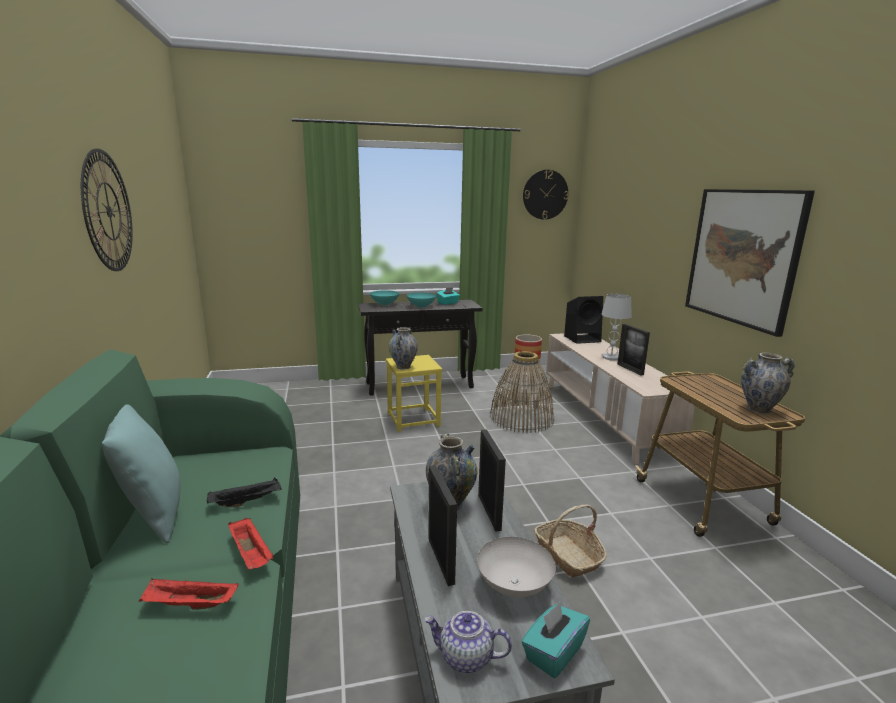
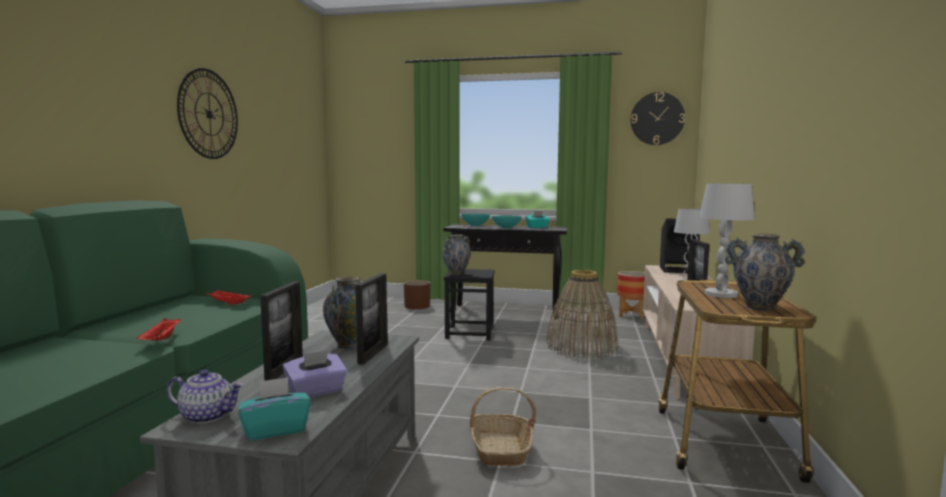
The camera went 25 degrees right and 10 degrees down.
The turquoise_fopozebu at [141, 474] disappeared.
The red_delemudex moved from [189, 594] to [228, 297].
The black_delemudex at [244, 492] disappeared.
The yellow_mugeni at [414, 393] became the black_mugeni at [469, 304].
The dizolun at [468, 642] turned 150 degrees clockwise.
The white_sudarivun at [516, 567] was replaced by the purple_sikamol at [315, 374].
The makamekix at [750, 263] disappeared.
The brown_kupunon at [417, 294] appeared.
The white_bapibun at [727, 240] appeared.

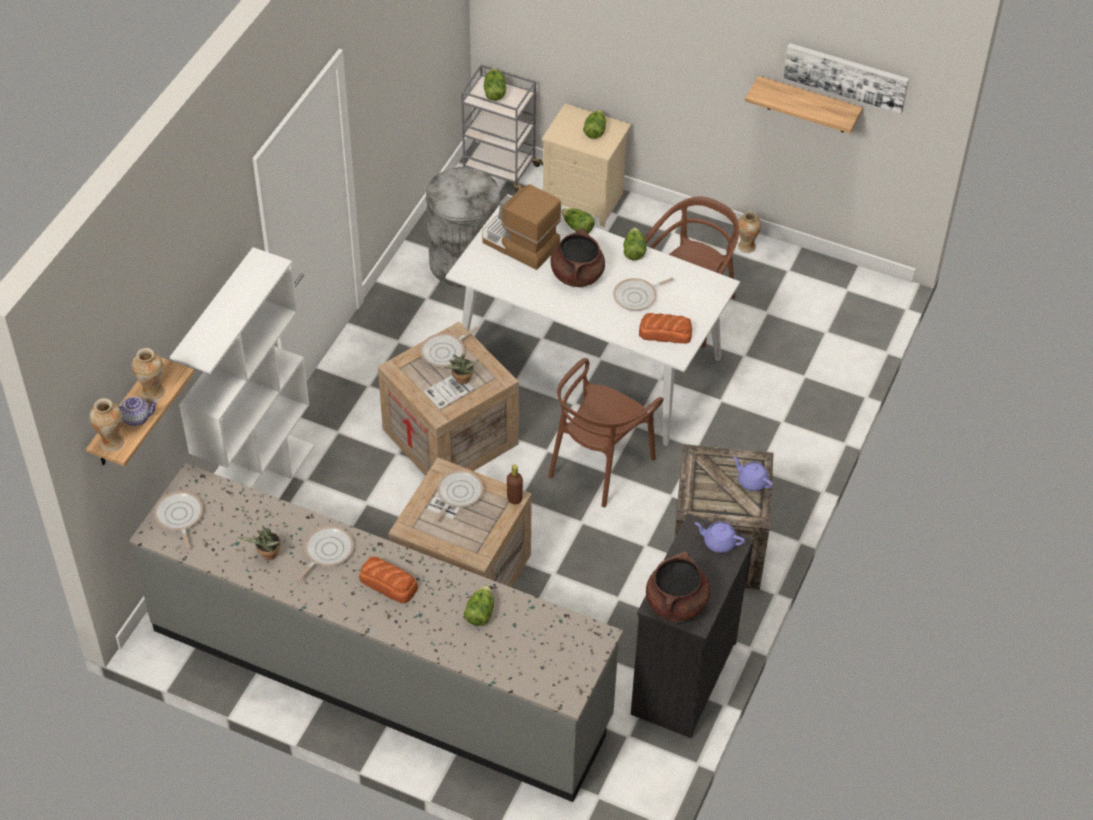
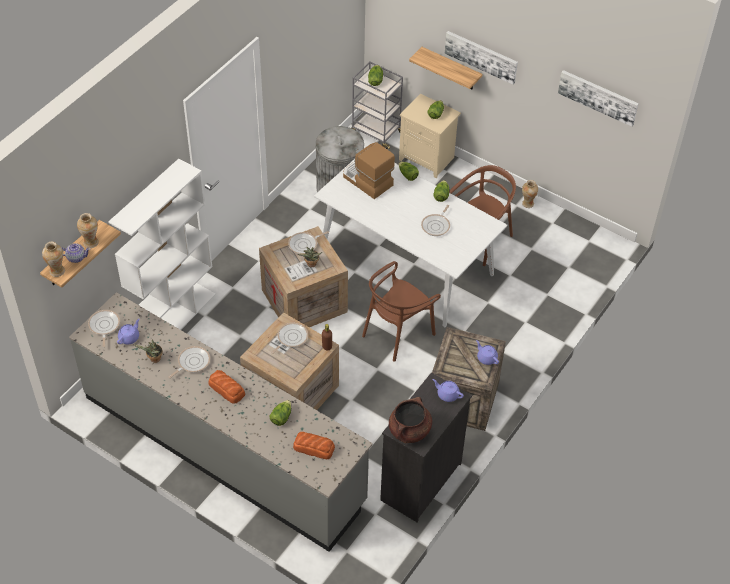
The camera went 10 degrees right and 0 degrees up.
The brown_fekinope at [578, 257] disappeared.
The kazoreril at [643, 294] turned 45 degrees counterclockwise.
The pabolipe moved from [665, 328] to [314, 445].
The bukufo moved from [804, 104] to [445, 68].
The purple_dizolun at [128, 331] appeared.
The makamekix at [481, 57] appeared.

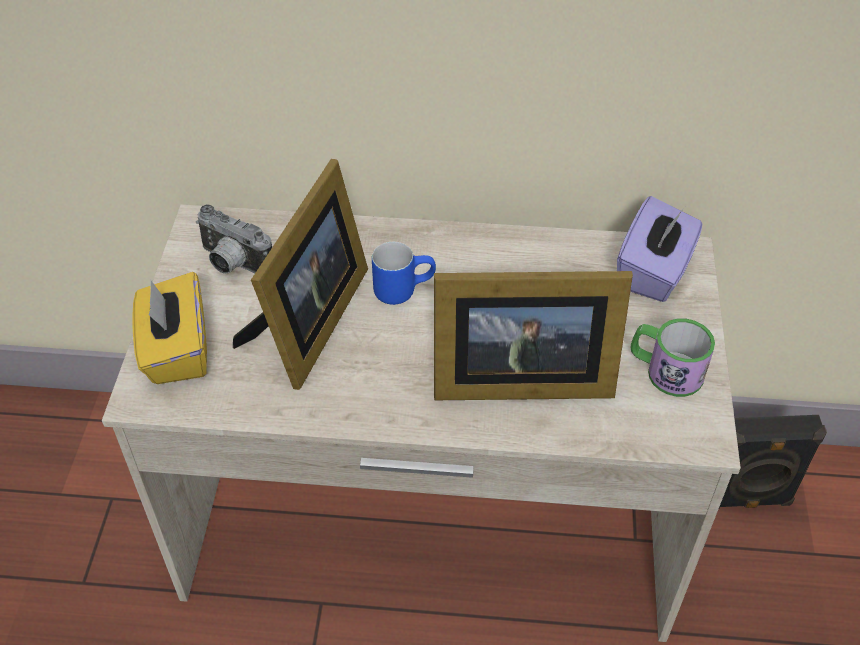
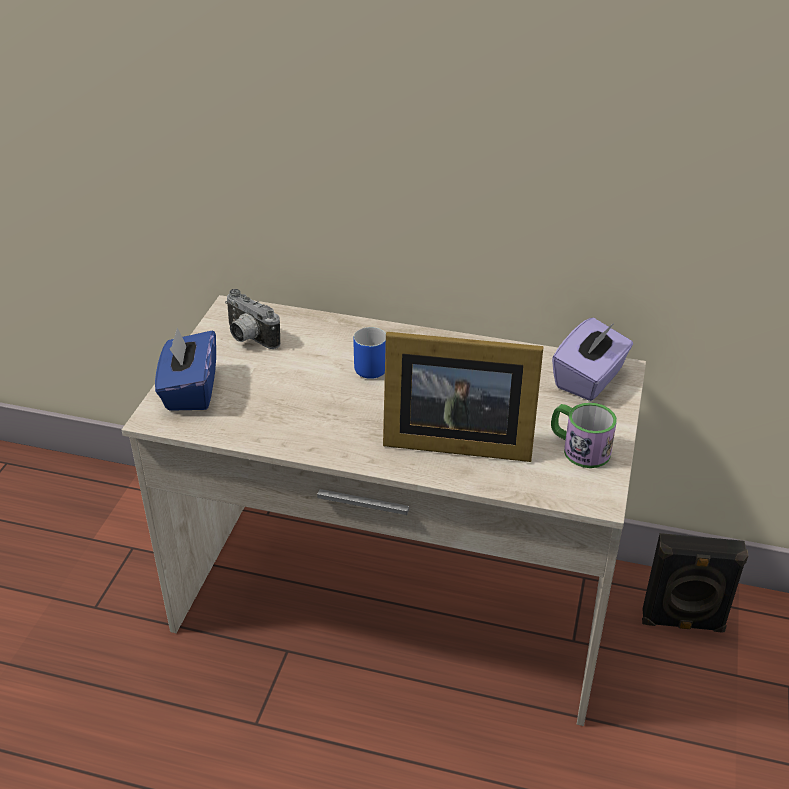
The camera went 10 degrees right and 10 degrees down.
The yellow_sikamol at [169, 328] became the blue_sikamol at [185, 369].
The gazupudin at [300, 274] disappeared.

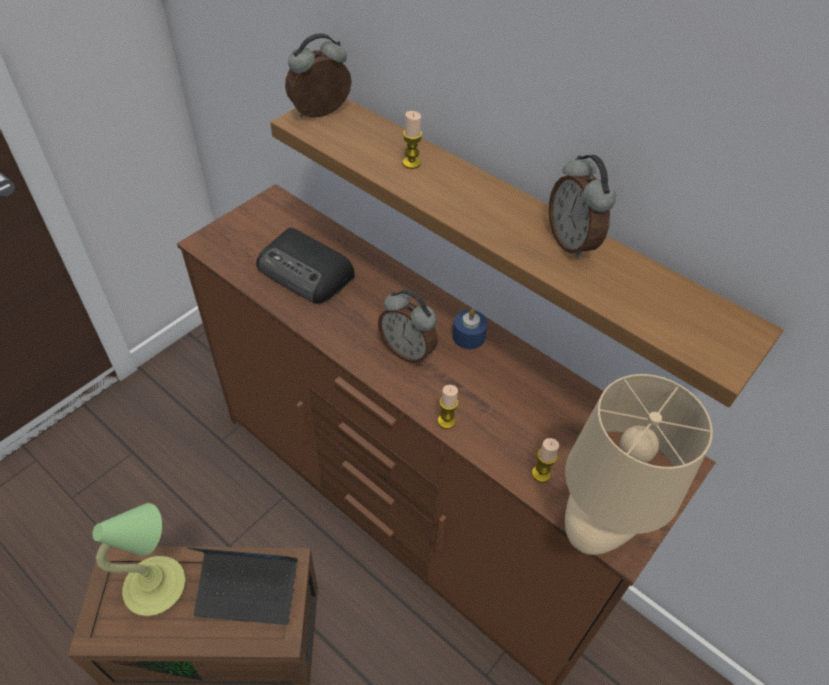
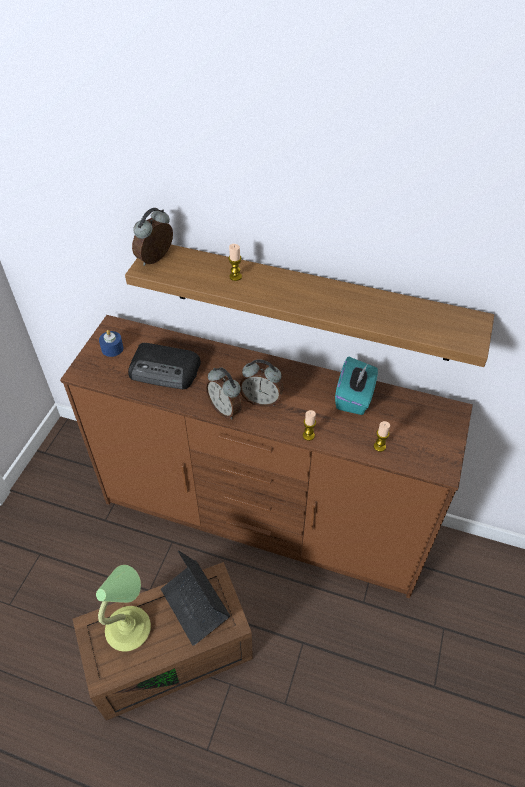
The camera went 20 degrees left and 0 degrees up.
The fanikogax at [242, 586] turned 75 degrees clockwise.
The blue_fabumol moved from [470, 329] to [111, 343].
The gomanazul moved from [582, 207] to [223, 393].
The beige_bapibun at [639, 464] disappeared.
The turquoise_sikamol at [356, 386] appeared.

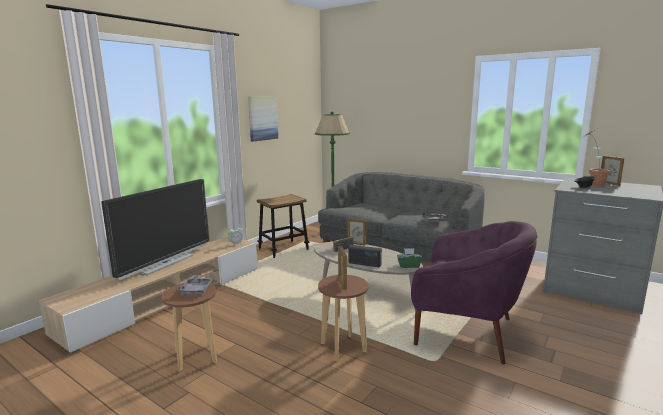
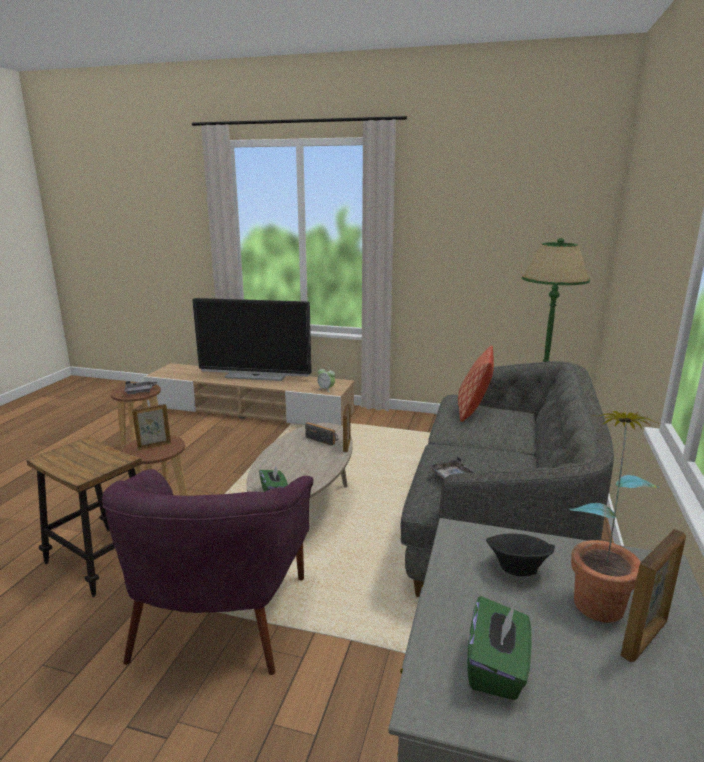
The camera went 70 degrees right and 5 degrees up.
The makamekix at [263, 118] disappeared.
The mugeni moved from [283, 226] to [84, 516].
The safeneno at [365, 256] disappeared.
The fopozebu at [476, 383] appeared.
The green_sikamol at [499, 648] appeared.

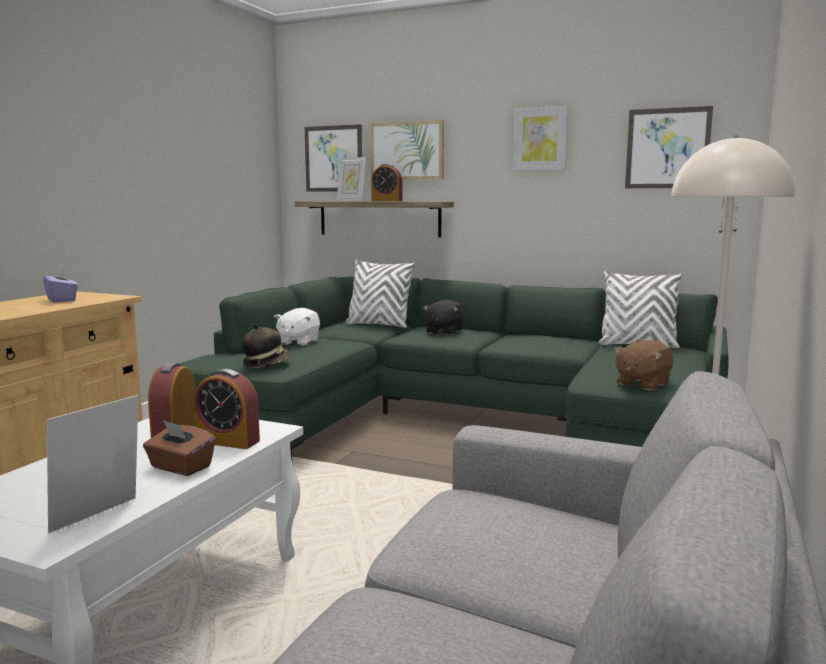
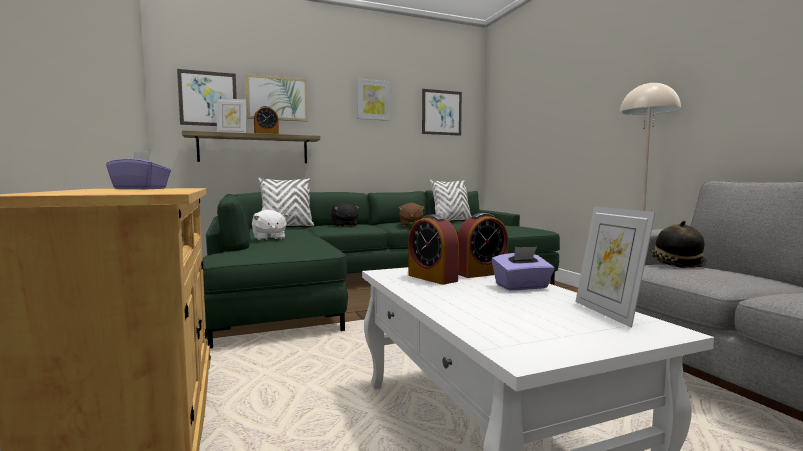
The camera went 45 degrees left and 5 degrees down.
The brown_sikamol at [179, 448] became the purple_sikamol at [523, 268].
The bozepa moved from [266, 346] to [678, 244].
The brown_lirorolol moved from [643, 365] to [412, 214].

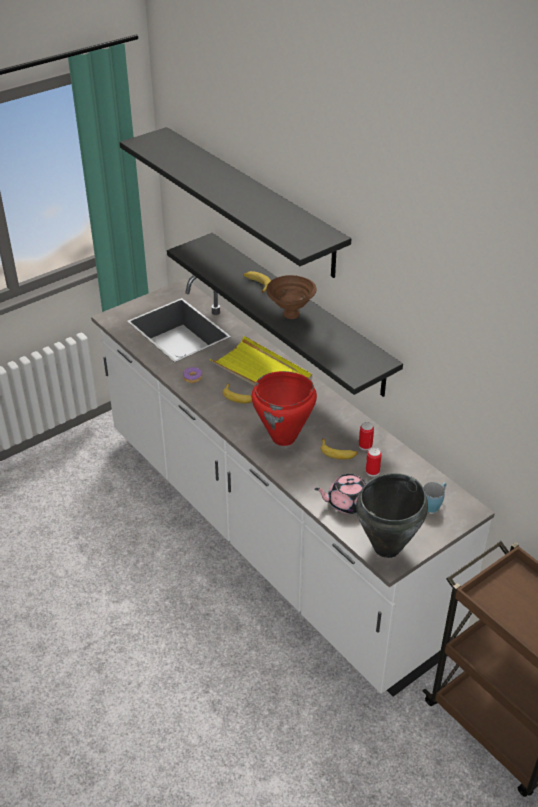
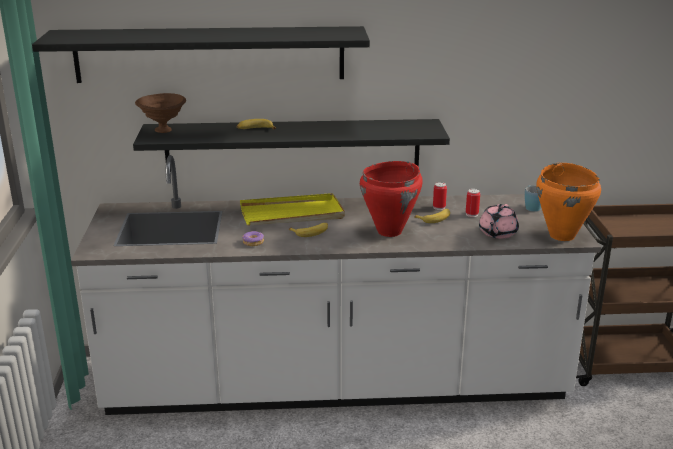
The camera went 55 degrees left and 15 degrees down.
The brown_sudarivun moved from [291, 297] to [160, 113].
The black_fekinope at [392, 515] became the orange_fekinope at [568, 202].

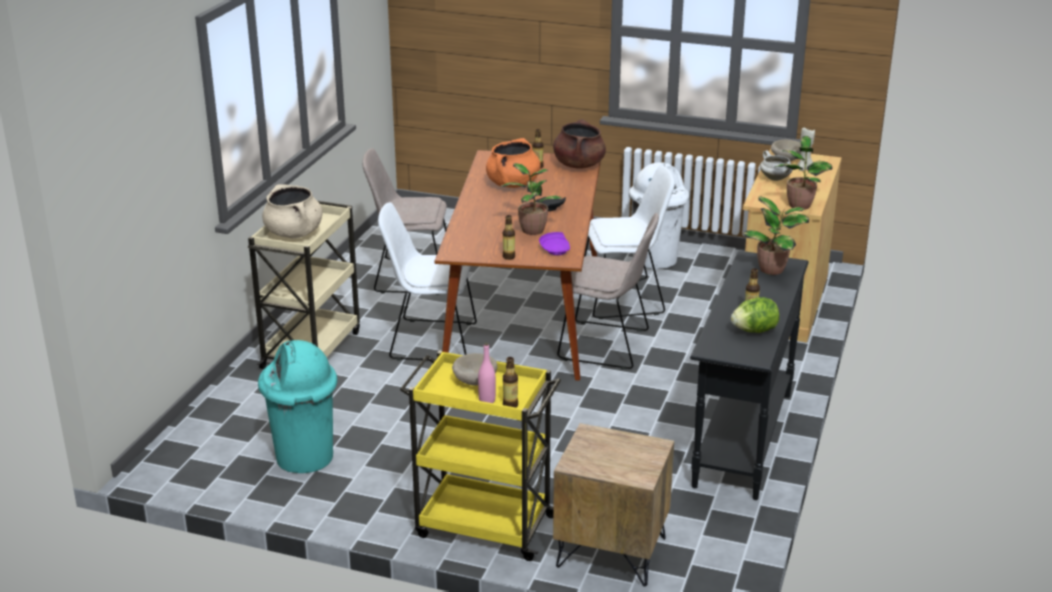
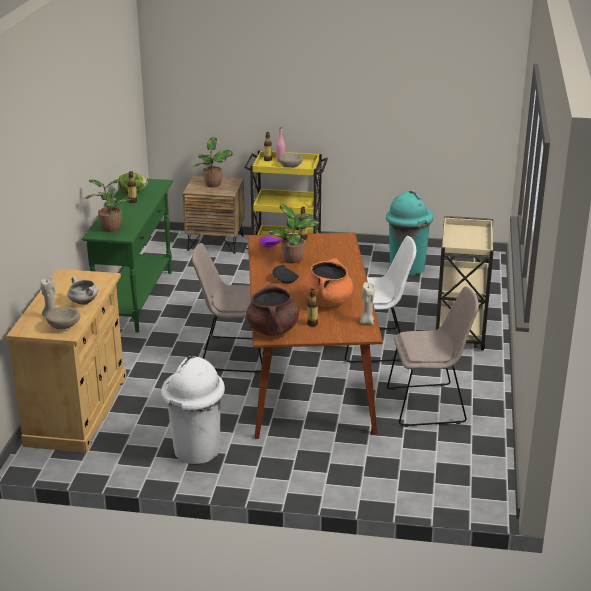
The camera went 170 degrees right and 0 degrees up.
The beige_fekinope at [292, 211] disappeared.
The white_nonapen at [629, 242] disappeared.
The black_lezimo at [749, 375] became the green_lezimo at [127, 256].
The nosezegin moved from [803, 173] to [212, 162].
The beige_fabumol at [367, 303] appeared.

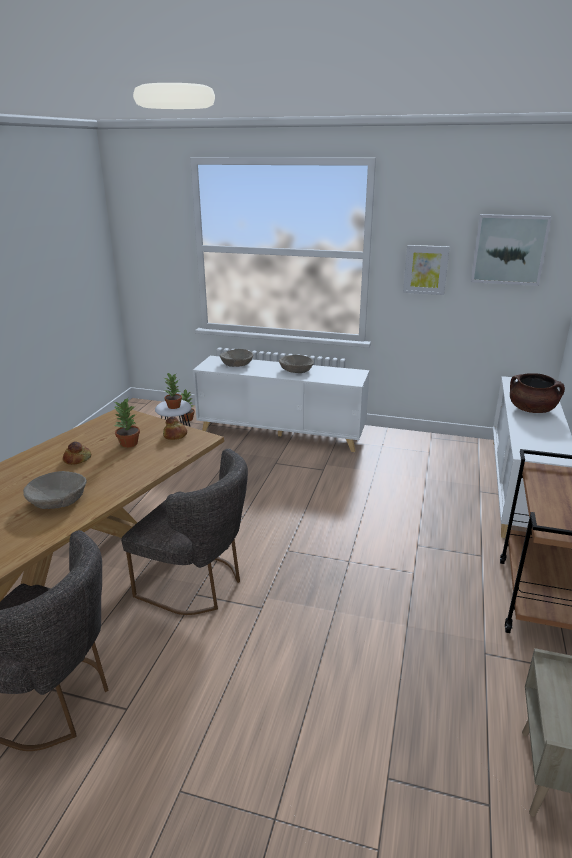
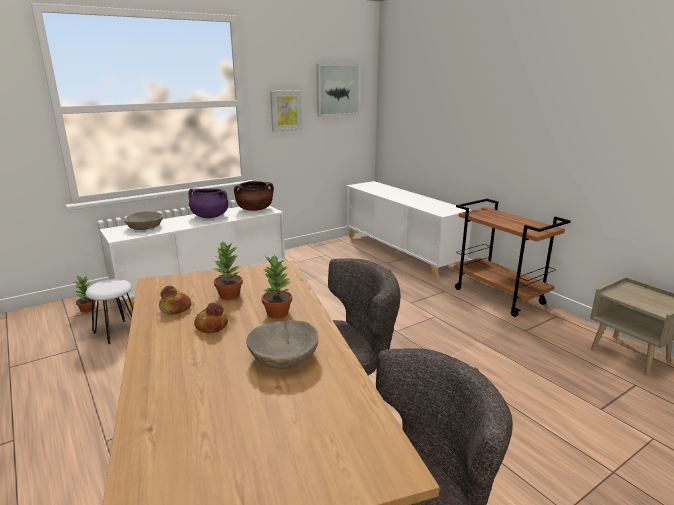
The camera went 50 degrees left and 5 degrees down.
The pabolipe moved from [175, 428] to [175, 300].
The nosezegin moved from [173, 391] to [277, 286].
The beige_sudarivun at [296, 364] was replaced by the purple_fekinope at [209, 203].
The brown_fekinope moved from [537, 393] to [254, 196].

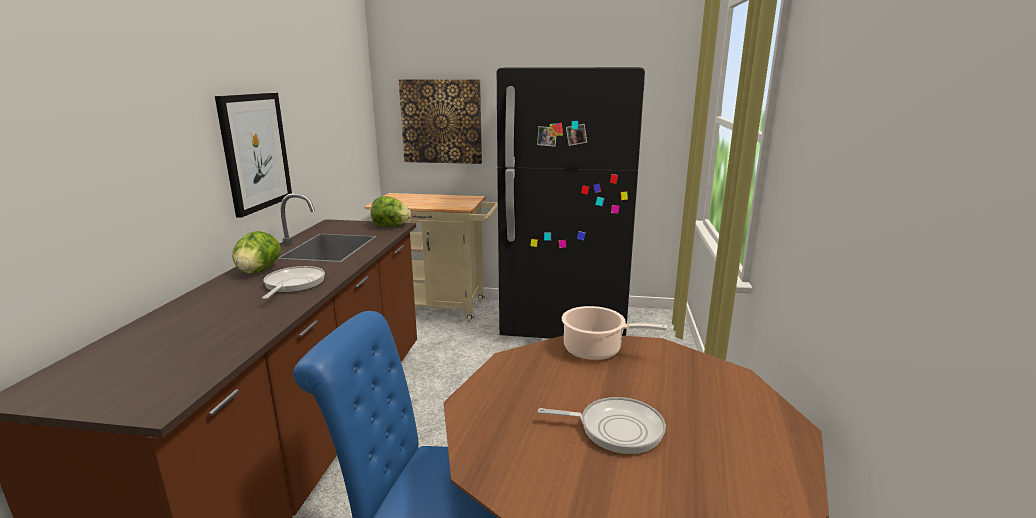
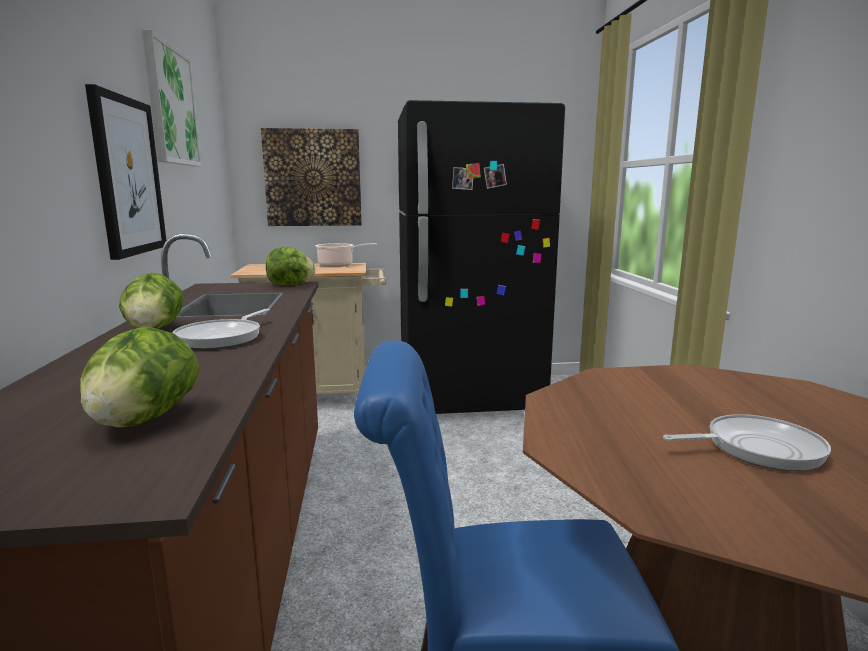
The camera went 15 degrees left and 5 degrees down.
The kazoreril at [293, 282] turned 150 degrees counterclockwise.
The fekinope moved from [614, 333] to [346, 255].
The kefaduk at [139, 377] appeared.
The makamekix at [172, 98] appeared.

